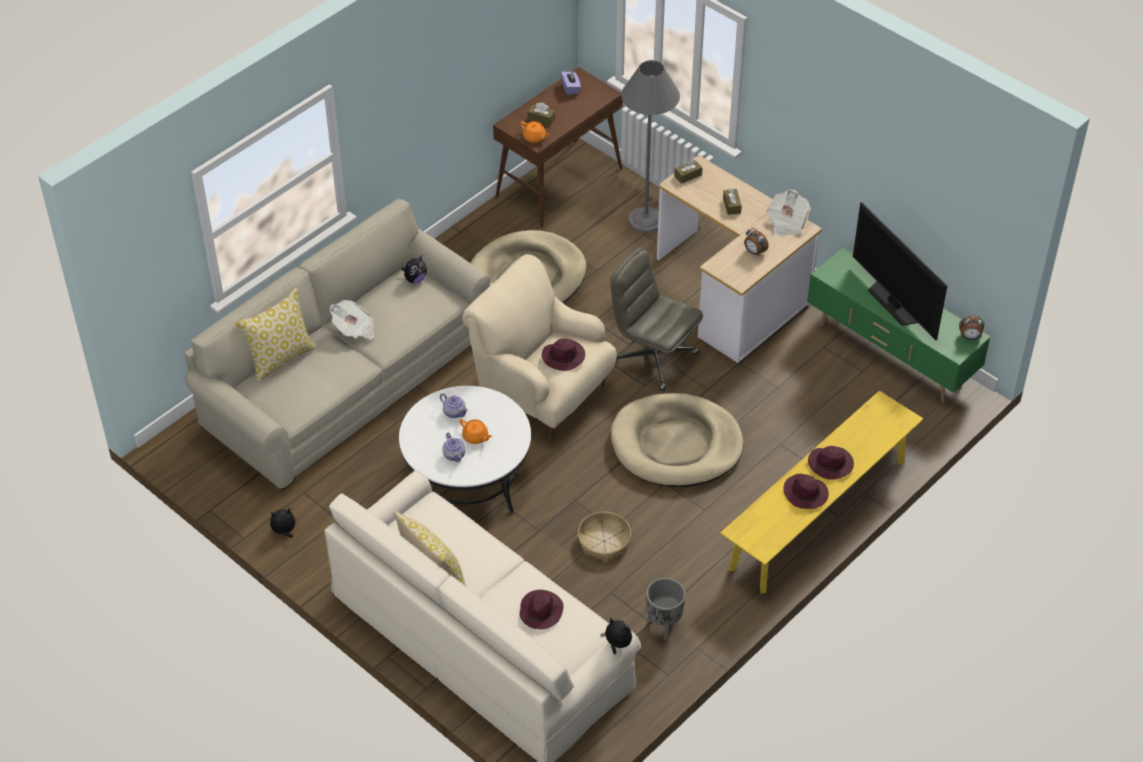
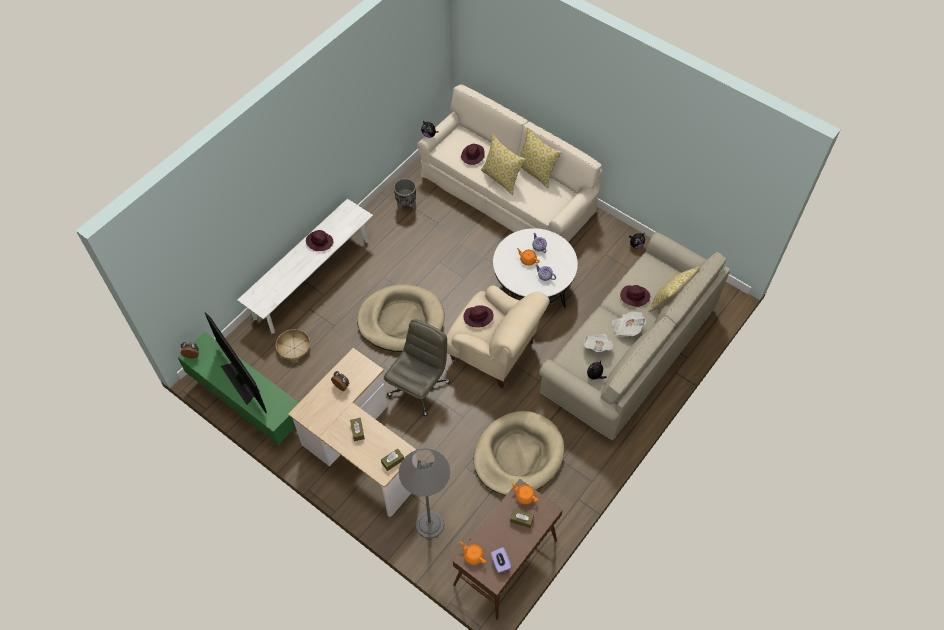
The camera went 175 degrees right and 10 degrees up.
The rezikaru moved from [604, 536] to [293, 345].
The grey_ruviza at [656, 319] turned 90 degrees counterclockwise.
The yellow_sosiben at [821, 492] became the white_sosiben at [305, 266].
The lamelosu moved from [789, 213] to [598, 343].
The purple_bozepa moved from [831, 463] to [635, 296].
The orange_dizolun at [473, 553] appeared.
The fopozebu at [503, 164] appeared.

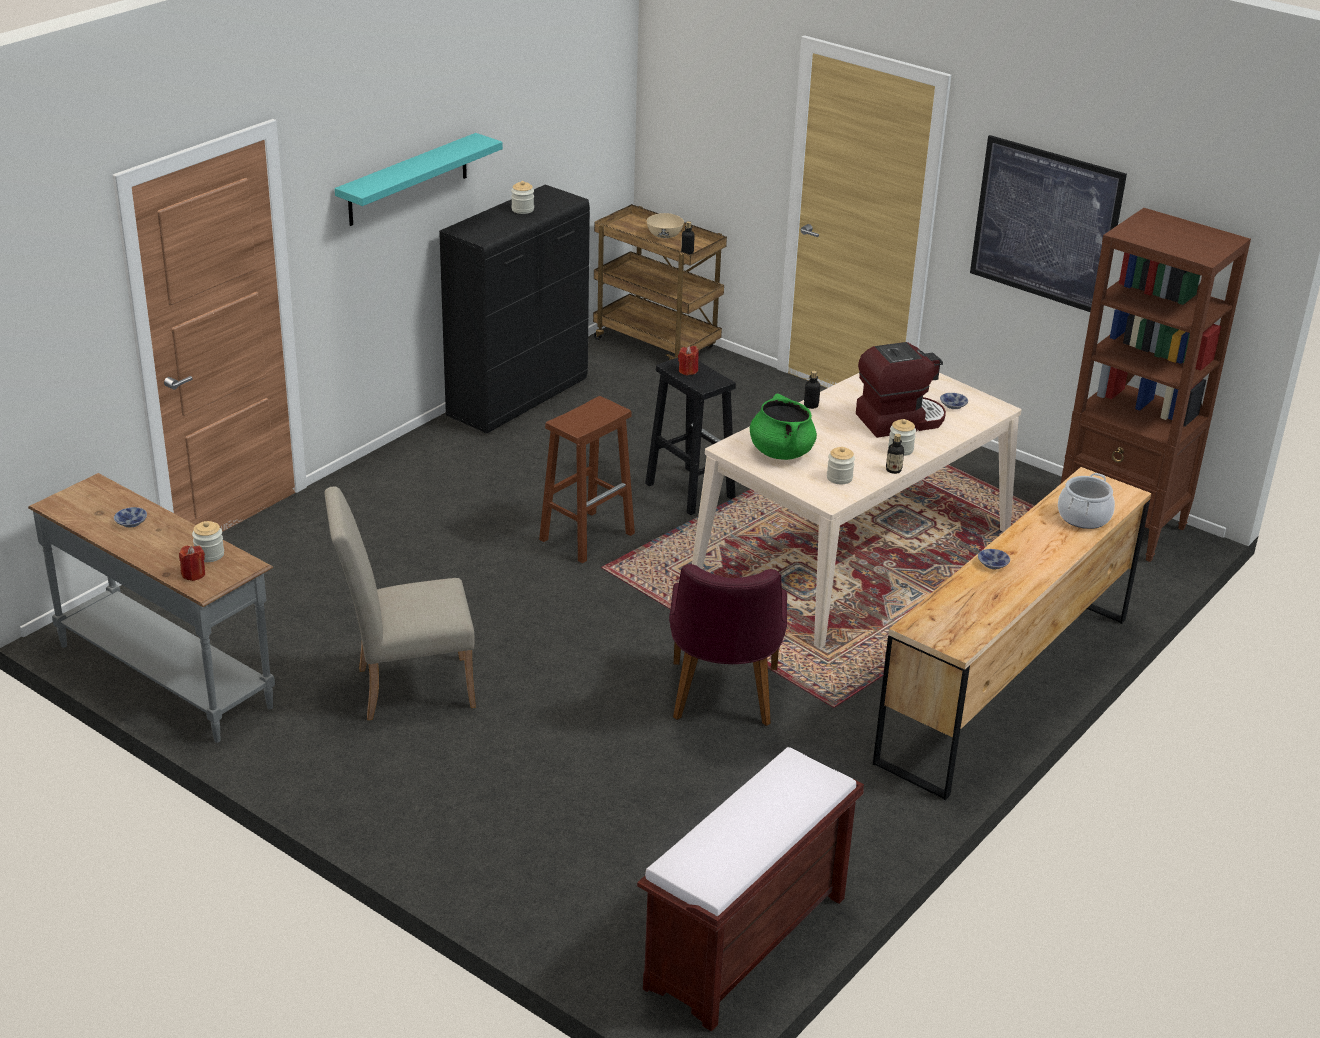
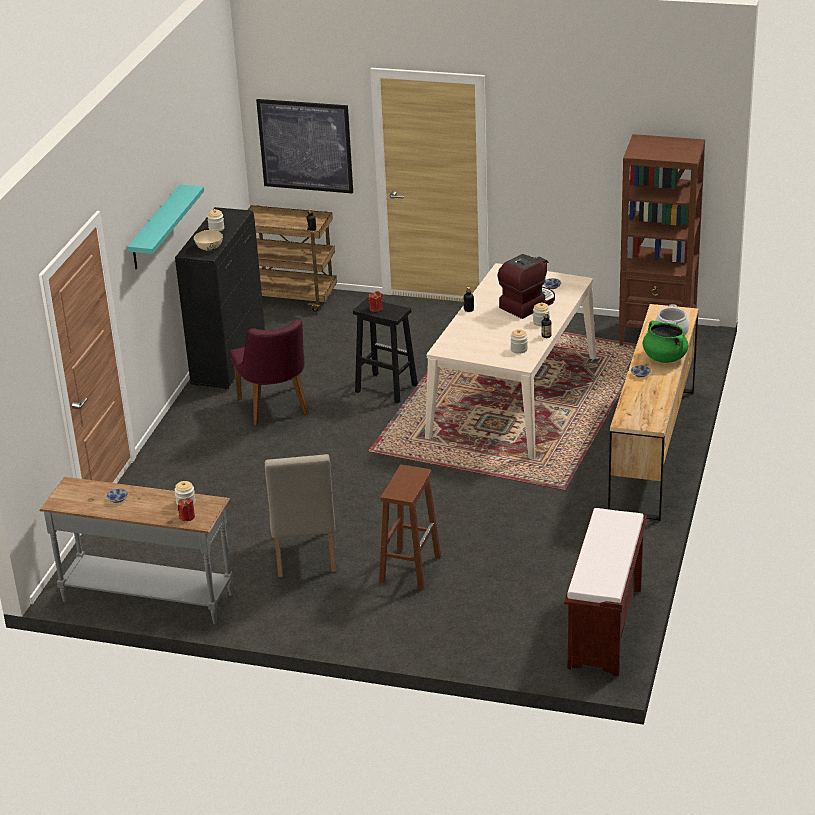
The camera went 20 degrees left and 0 degrees up.
The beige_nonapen at [400, 603] turned 60 degrees counterclockwise.
The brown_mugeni moved from [587, 479] to [410, 528].
The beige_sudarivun moved from [665, 225] to [208, 240].
The purple_nonapen moved from [728, 645] to [269, 372].
The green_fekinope moved from [783, 426] to [665, 342].
The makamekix moved from [1048, 223] to [304, 146].

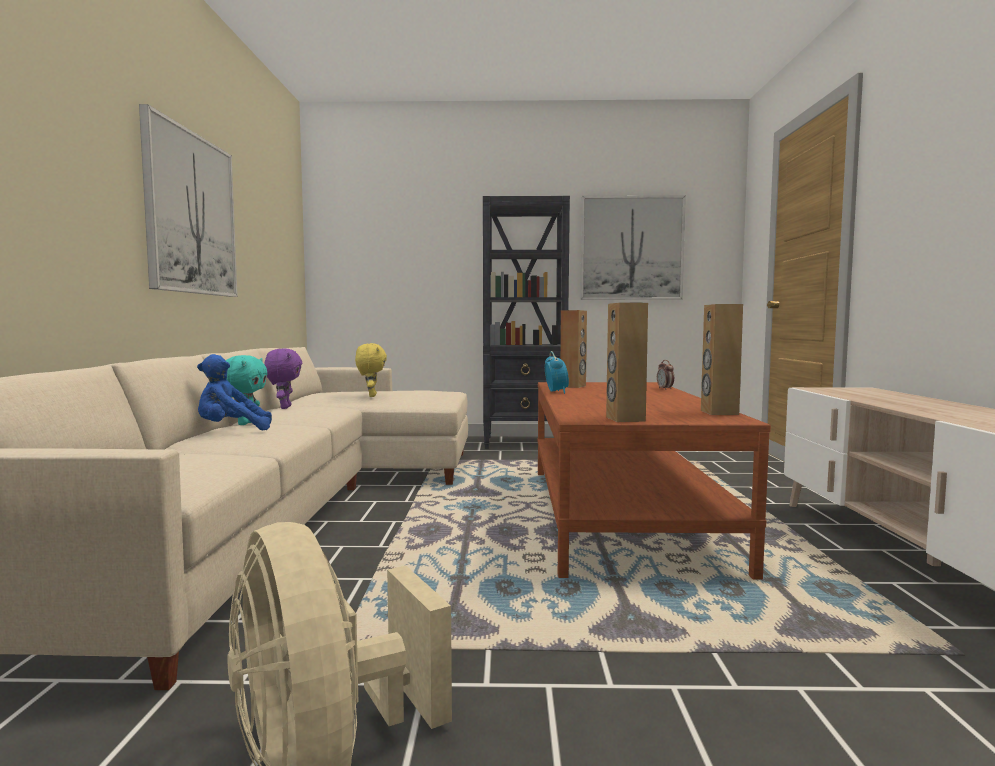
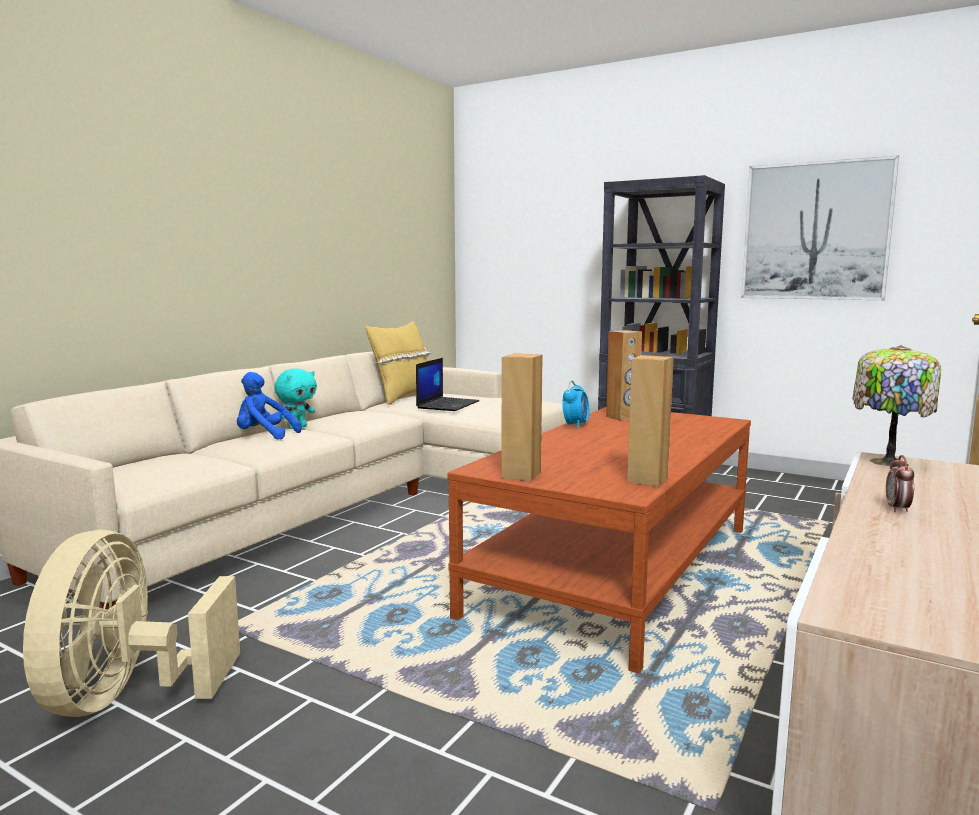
The camera went 30 degrees right and 5 degrees up.
The makamekix at [188, 200] disappeared.
The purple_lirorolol at [283, 378] disappeared.
The yellow_lirorolol at [371, 370] was replaced by the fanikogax at [447, 384].
The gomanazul moved from [665, 375] to [900, 483].
The yellow_fopozebu at [398, 363] appeared.
The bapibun at [896, 405] appeared.

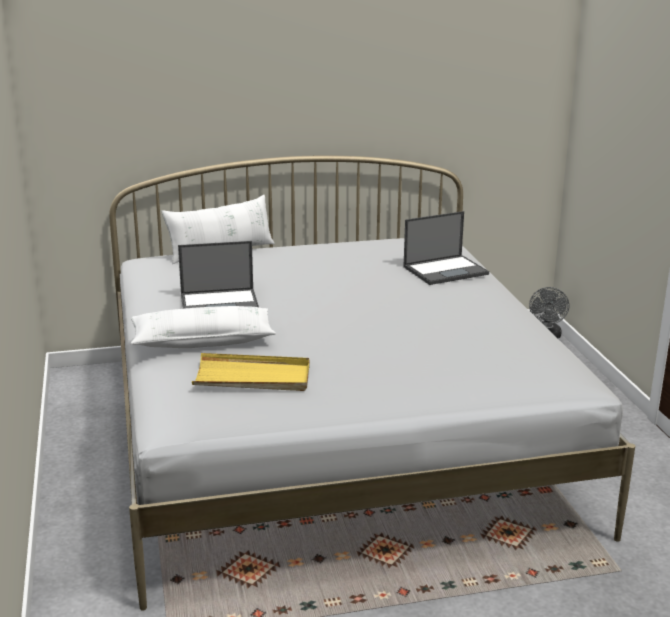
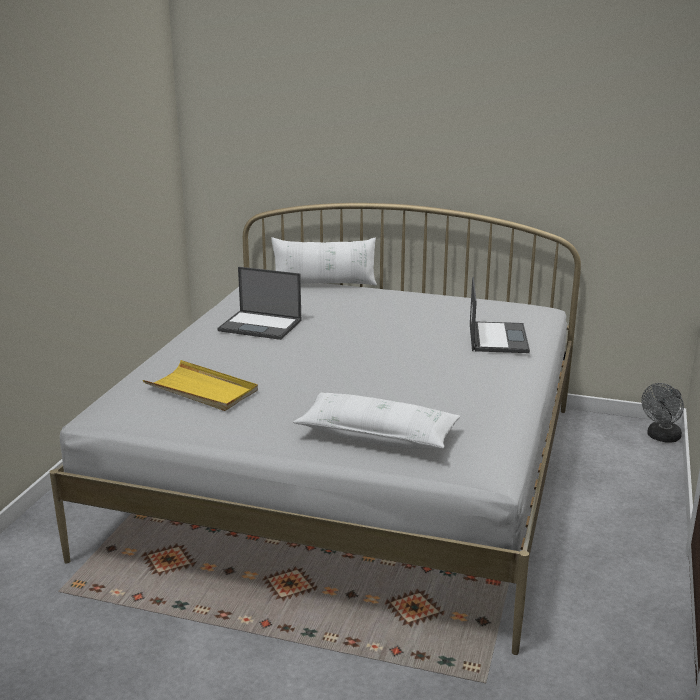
The camera went 30 degrees right and 0 degrees up.
The white_fopozebu moved from [203, 327] to [376, 421].
The fanikogax at [446, 248] turned 90 degrees counterclockwise.

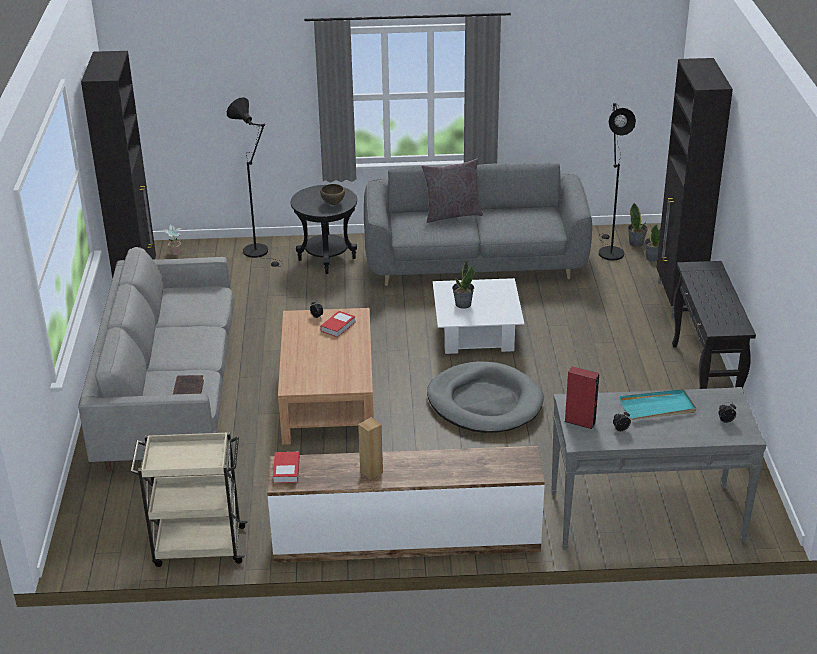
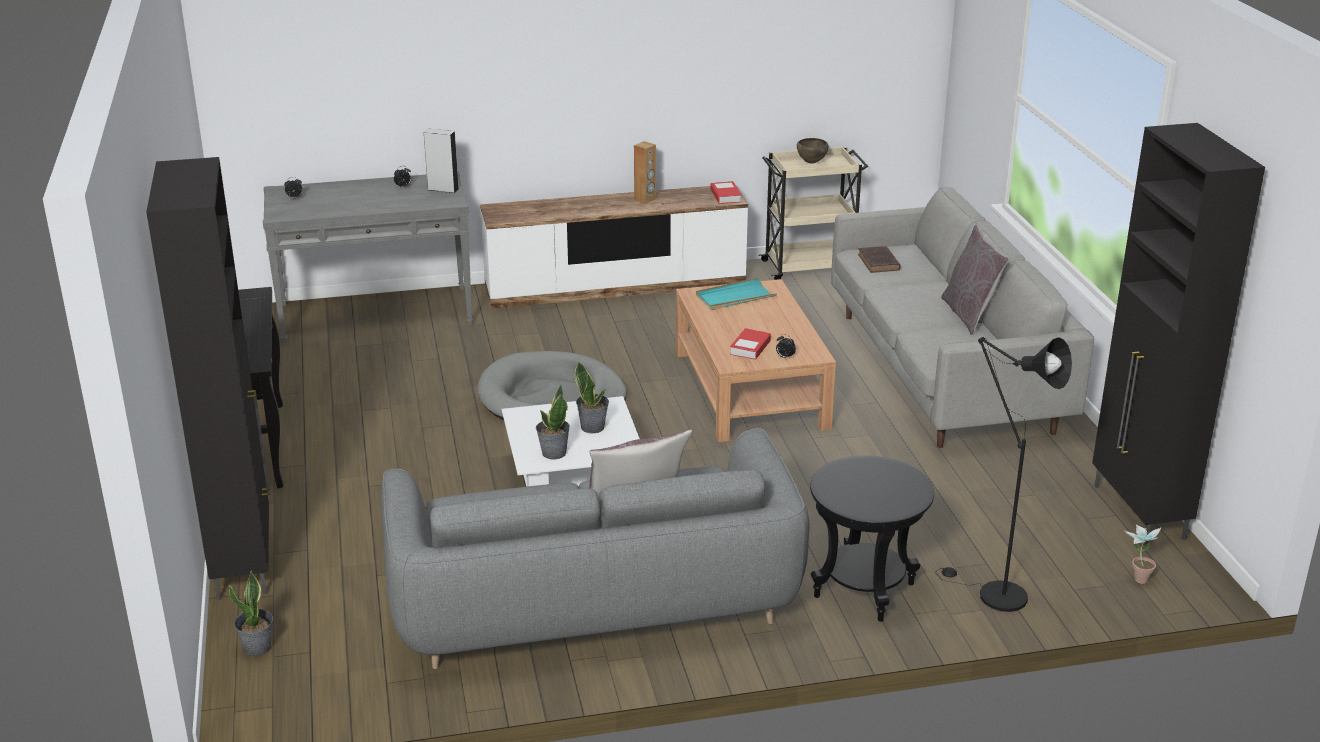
The camera went 170 degrees right and 5 degrees down.
The brown_sudarivun moved from [332, 194] to [812, 151].
The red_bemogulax at [581, 397] became the grey_bemogulax at [441, 161].
The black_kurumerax at [617, 182] disappeared.
The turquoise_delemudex moved from [658, 404] to [736, 293].
The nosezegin moved from [638, 225] to [553, 422].
The grey_fopozebu at [975, 280] appeared.

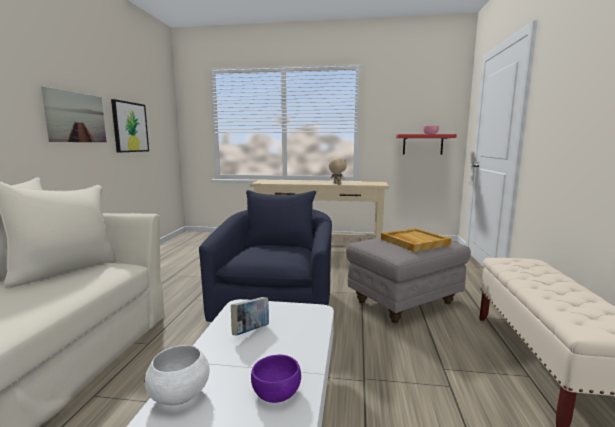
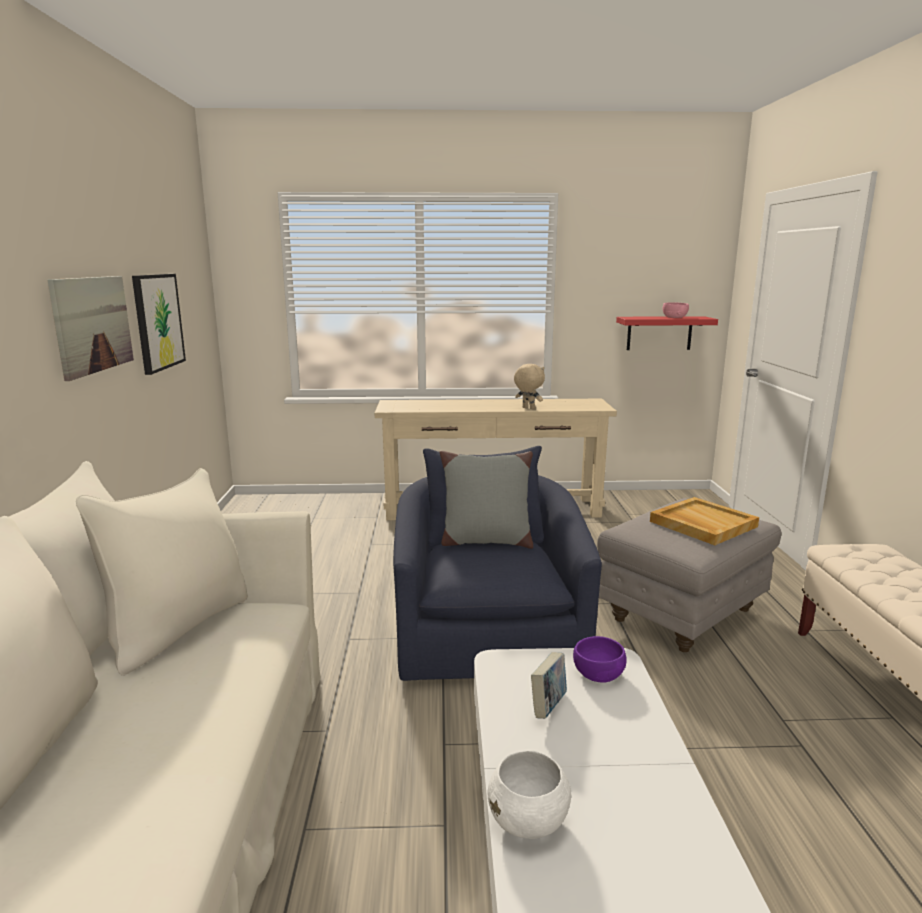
The camera went 10 degrees left and 5 degrees up.
The purple_sudarivun moved from [276, 379] to [600, 659].
The grey_fopozebu at [486, 500] appeared.

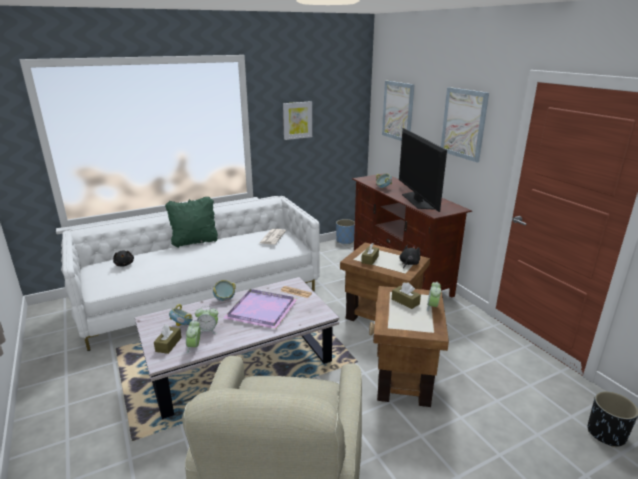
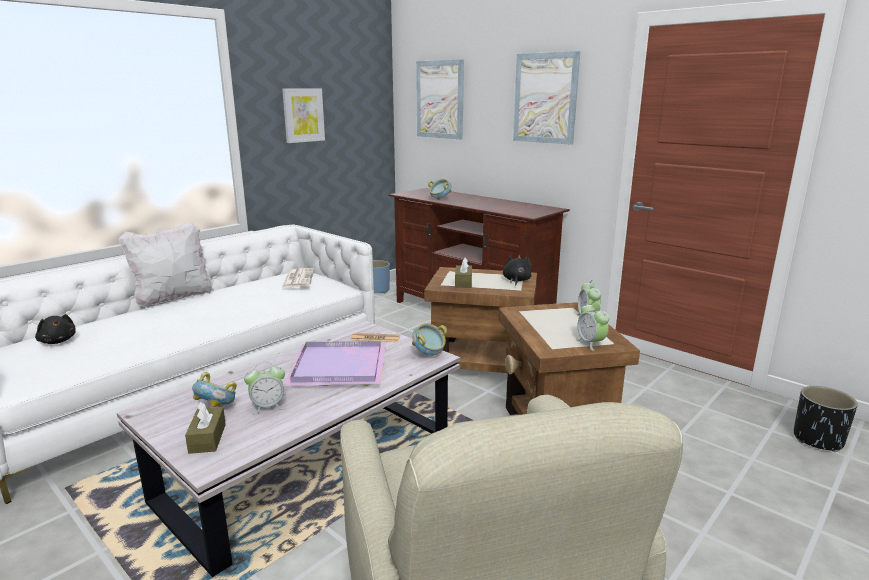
The camera went 20 degrees left and 5 degrees down.
The green_fopozebu at [191, 222] became the white_fopozebu at [165, 265].
The gomanazul moved from [193, 337] to [592, 326].
The sudarivun moved from [224, 290] to [429, 339].
The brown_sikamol at [406, 295] disappeared.
The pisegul at [423, 170] disappeared.

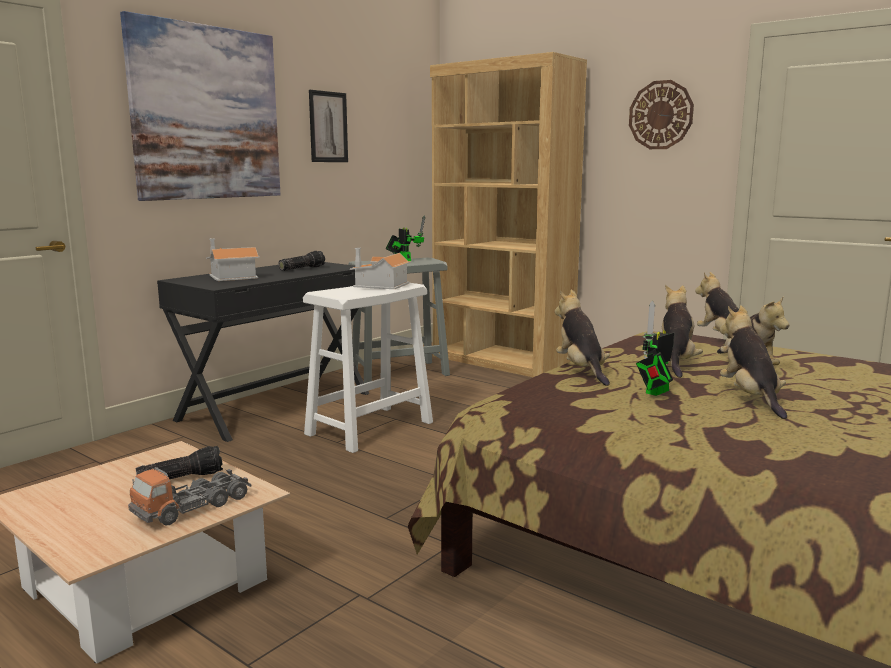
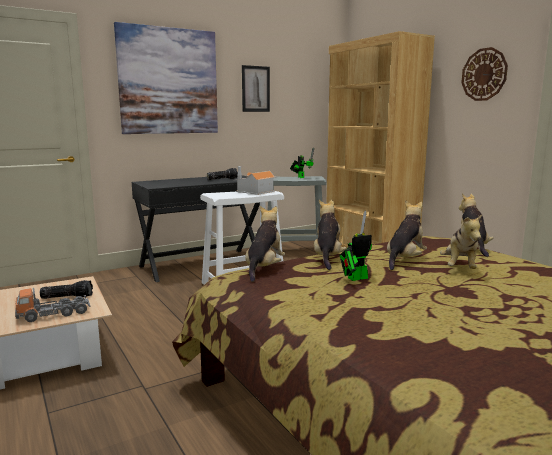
The camera went 20 degrees right and 0 degrees up.
The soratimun at [232, 259] disappeared.
The lirorolol moved from [753, 362] to [265, 244].

